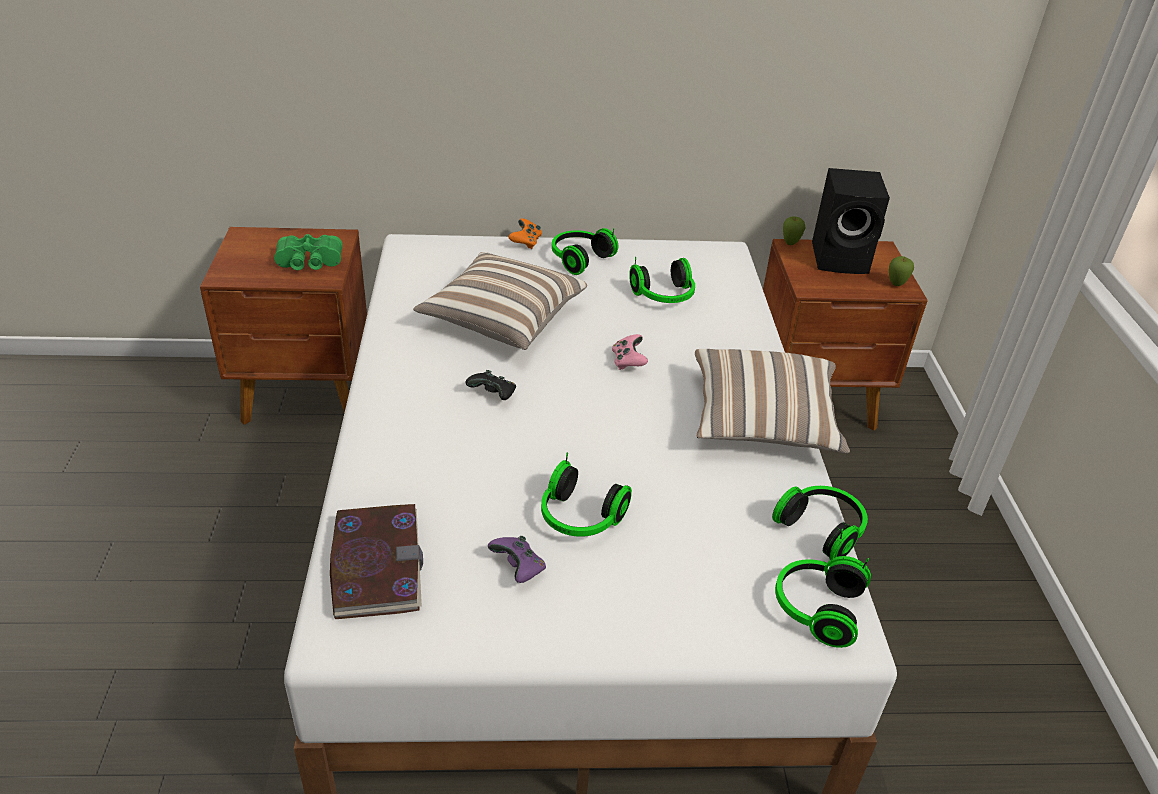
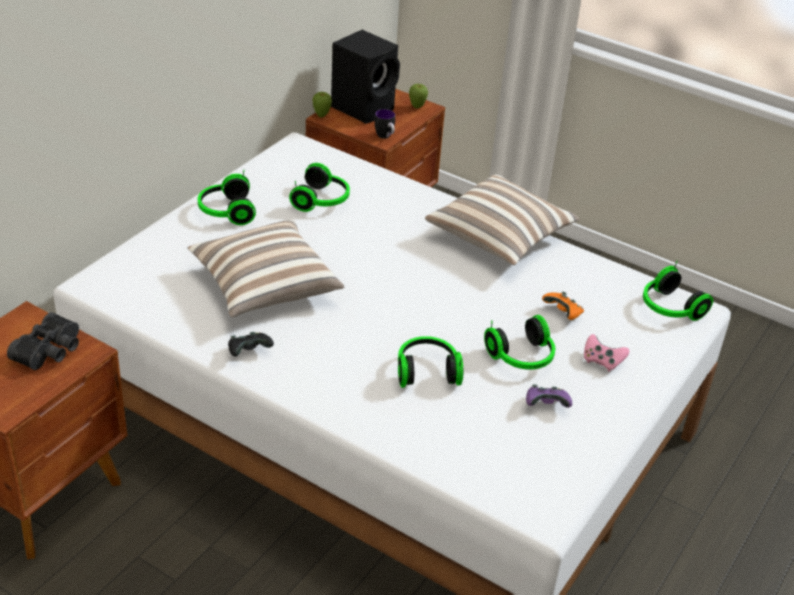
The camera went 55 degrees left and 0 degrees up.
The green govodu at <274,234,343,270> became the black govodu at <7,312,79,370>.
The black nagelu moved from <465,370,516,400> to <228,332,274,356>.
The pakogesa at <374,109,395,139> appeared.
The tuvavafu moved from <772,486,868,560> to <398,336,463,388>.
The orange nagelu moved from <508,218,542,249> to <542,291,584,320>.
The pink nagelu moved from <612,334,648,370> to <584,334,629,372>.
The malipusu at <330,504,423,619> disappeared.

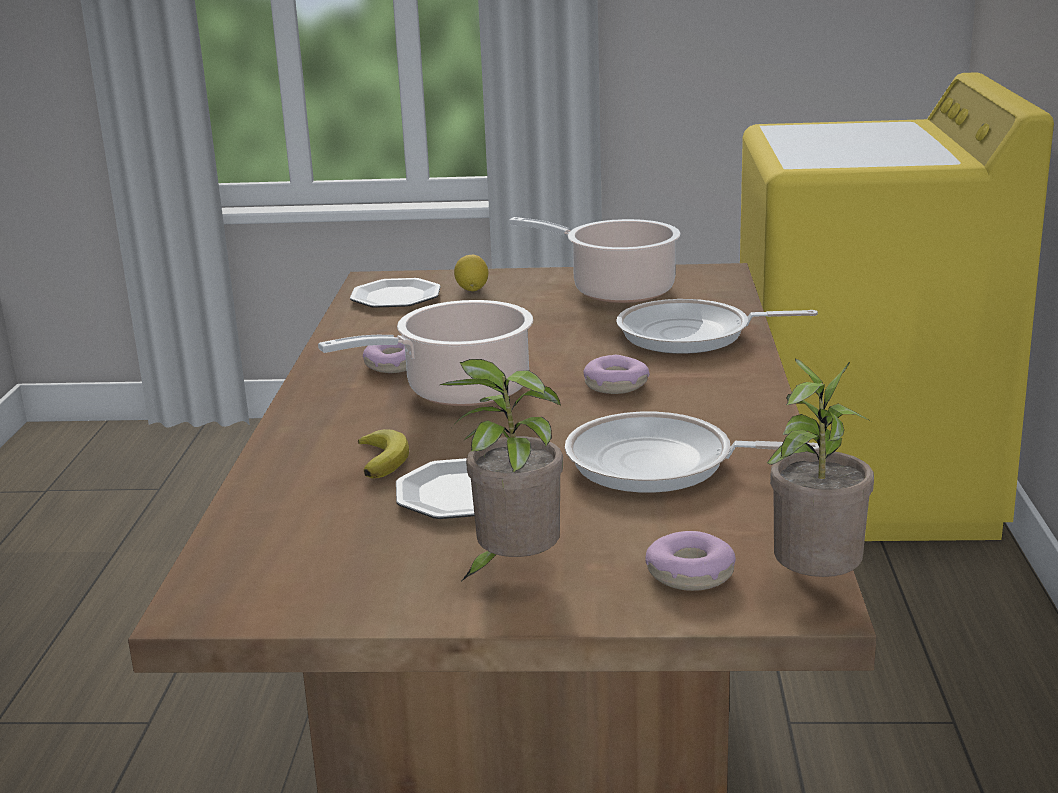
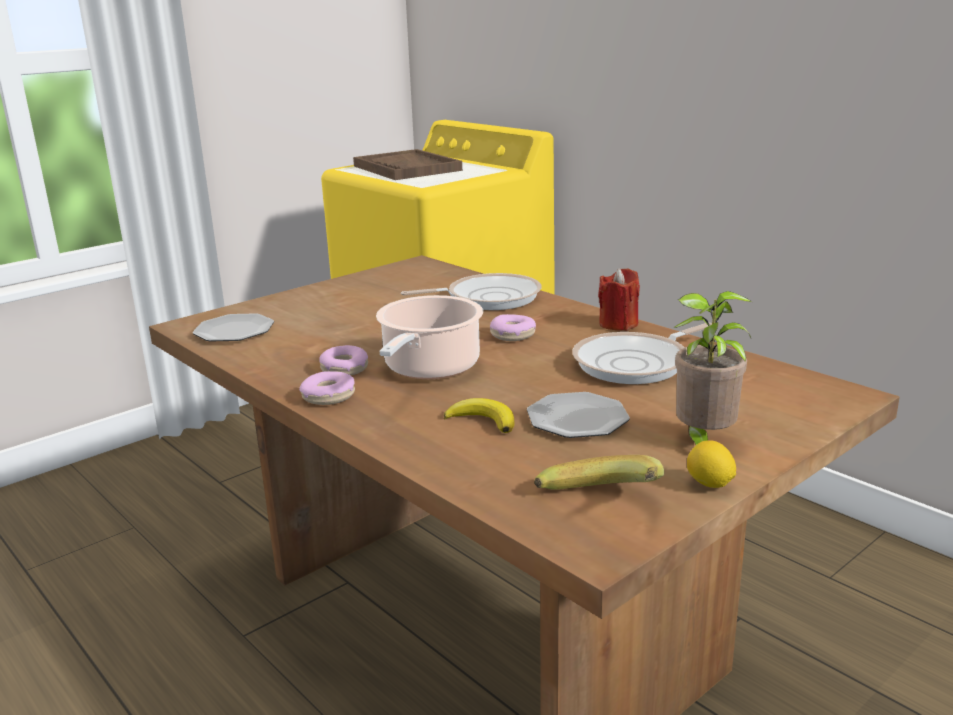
The camera went 45 degrees left and 0 degrees up.
The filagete moved from <646,531,736,591> to <299,371,355,405>.
The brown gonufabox at <353,149,462,180> appeared.
The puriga at <616,299,818,354> turned 150 degrees counterclockwise.
The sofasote at <534,455,664,490> appeared.
The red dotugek at <598,268,640,330> appeared.
The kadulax moved from <454,255,488,291> to <687,440,736,488>.
The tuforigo at <509,217,680,303> disappeared.
The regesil at <767,359,874,577> disappeared.

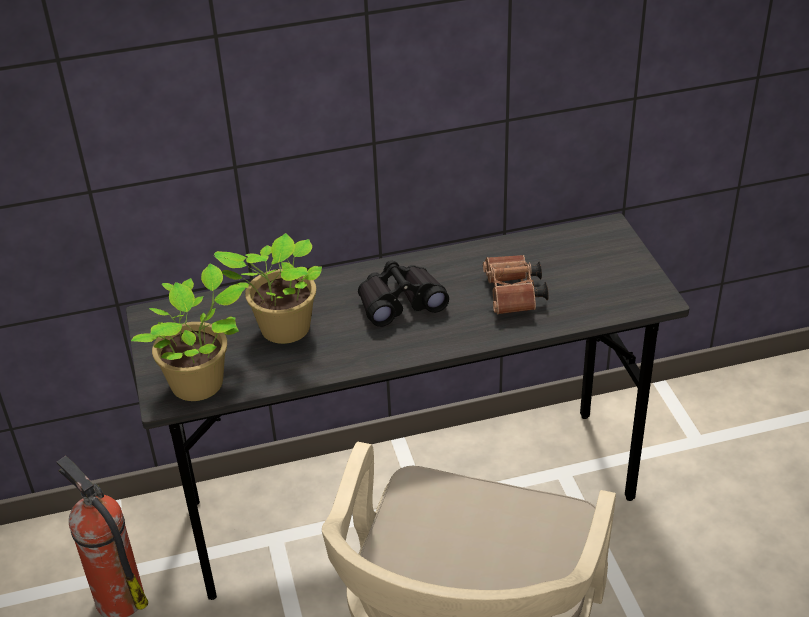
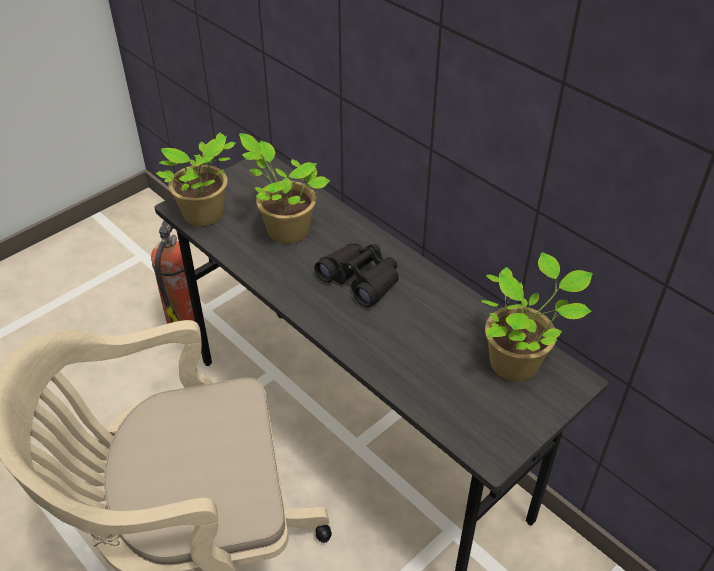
The camera went 60 degrees right and 5 degrees up.
The regesil at <481,252,593,381> appeared.
The brown govodu at <483,255,549,315> disappeared.

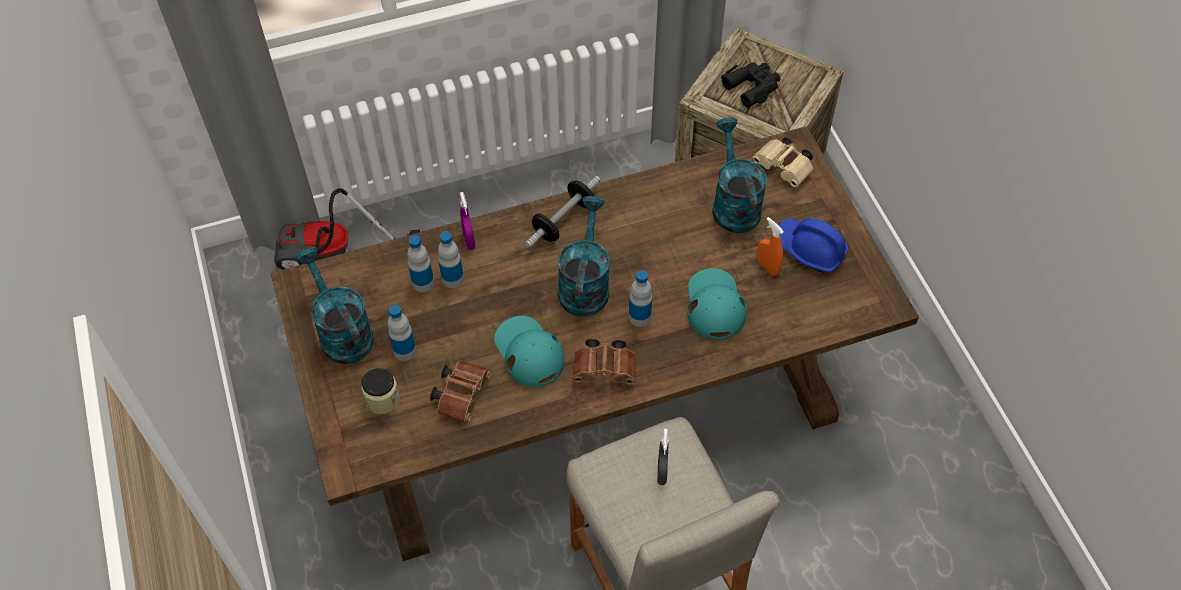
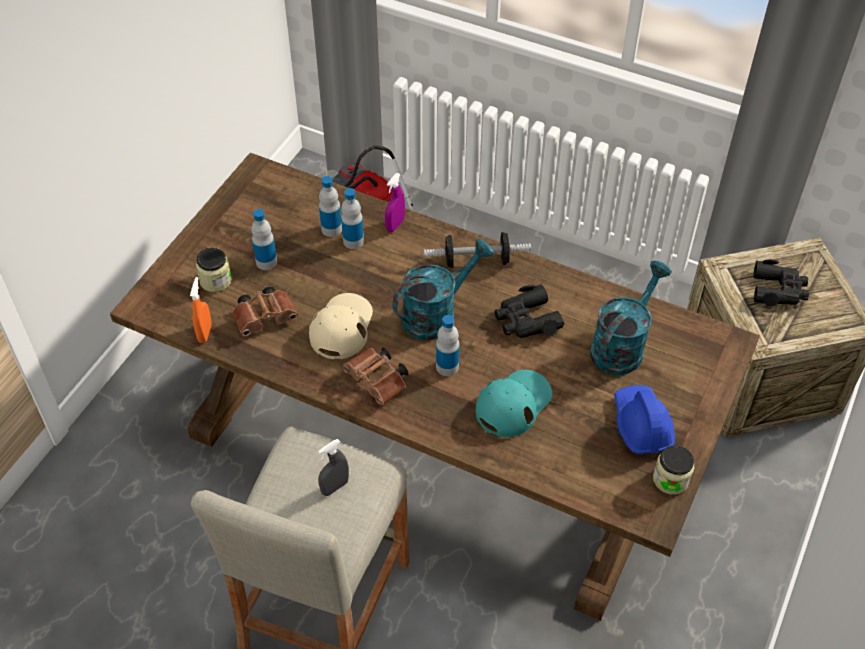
The camera went 45 degrees right and 5 degrees down.
The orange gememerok moved from <757,217,784,276> to <190,277,212,343>.
The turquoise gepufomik at <494,316,565,387> became the beige gepufomik at <309,293,373,359>.
The black govodu at <494,284,565,338> appeared.
The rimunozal at <653,445,694,495> appeared.
The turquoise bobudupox at <296,247,374,364> disappeared.
The beige govodu at <753,137,814,187> disappeared.

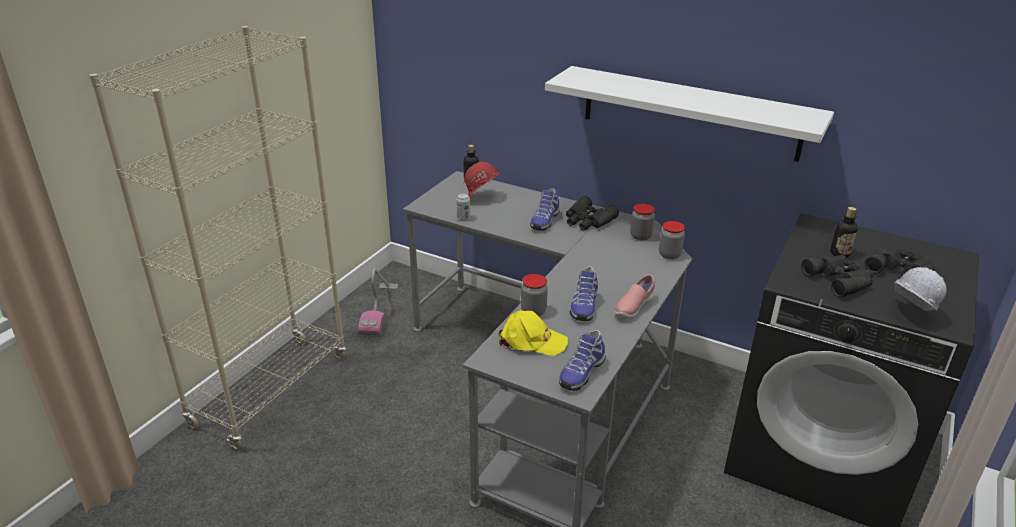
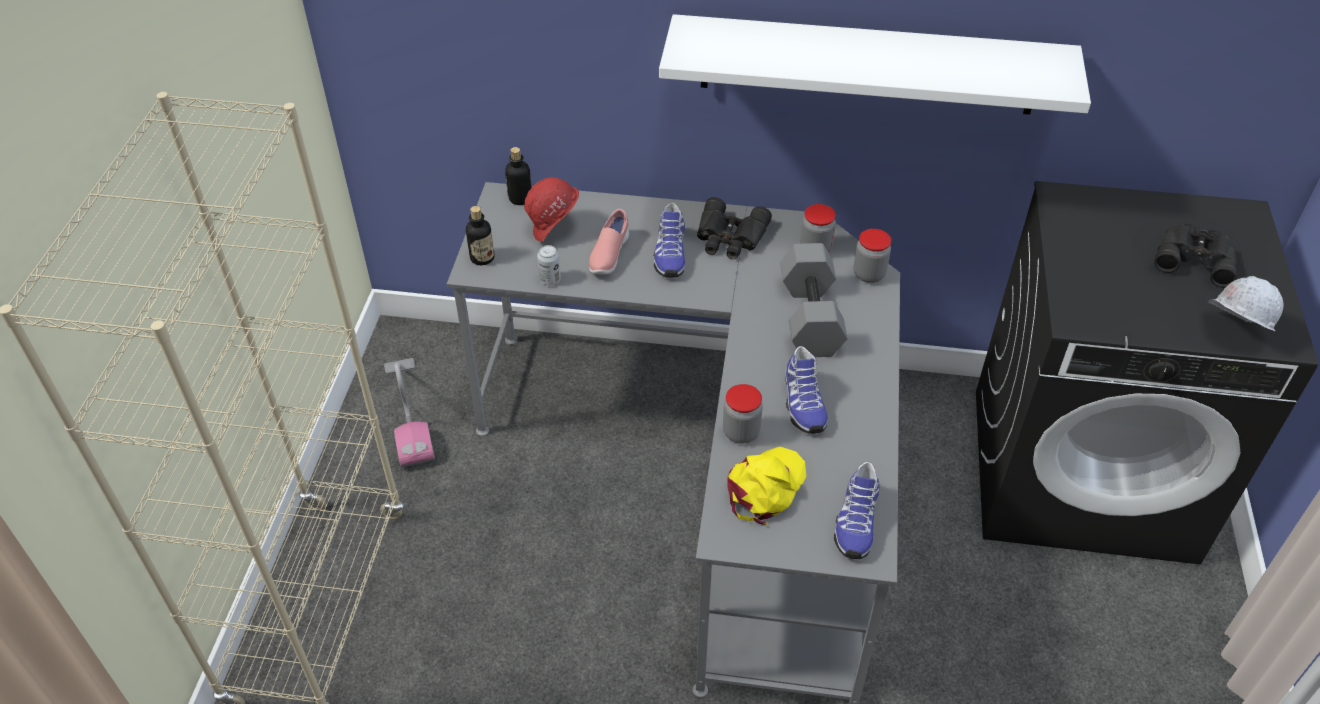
The camera went 20 degrees left and 15 degrees up.
The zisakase moved from <830,207,858,258> to <466,206,494,265>.
The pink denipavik moved from <615,274,655,319> to <589,209,629,275>.
The yellow gepufomik at <498,311,568,356> turned 45 degrees counterclockwise.
The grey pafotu at <780,243,848,357> appeared.
The black govodu at <801,255,873,298> disappeared.

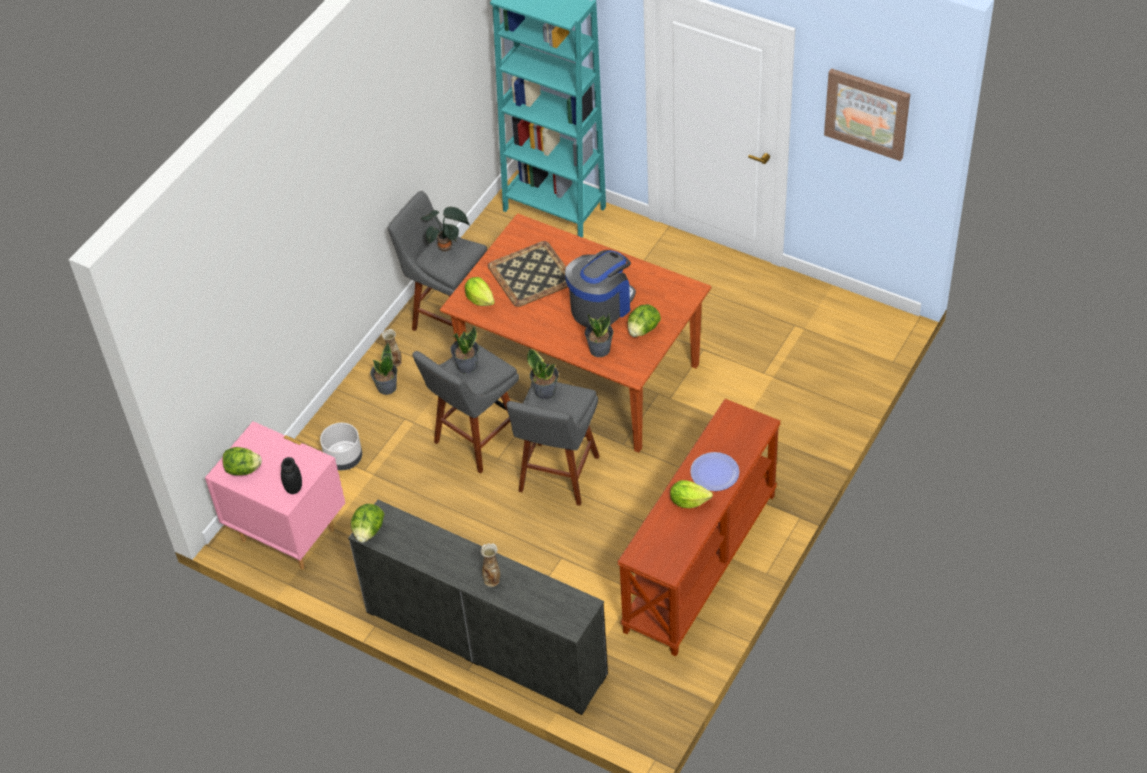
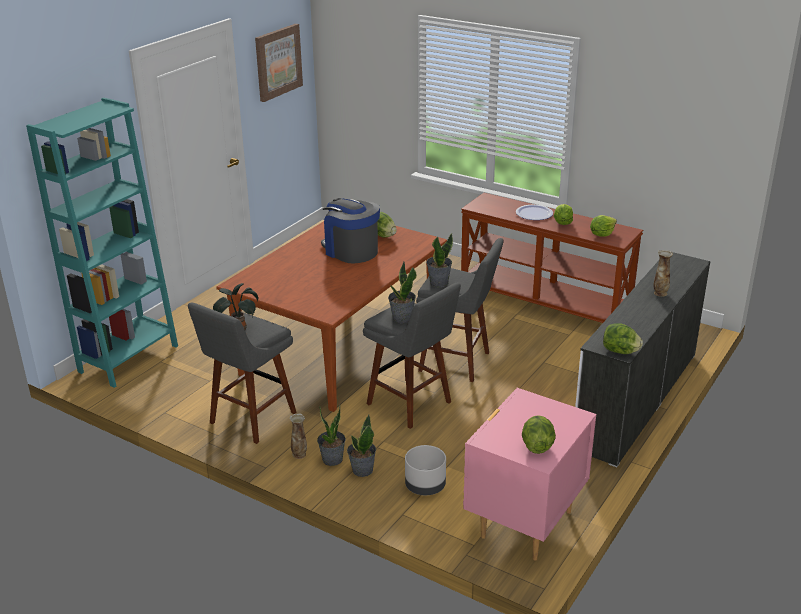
The camera went 90 degrees left and 20 degrees down.
The regesil moved from <585,313,613,357> to <347,415,376,477>.
The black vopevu at <348,500,608,715> became the white vopevu at <575,252,711,467>.
The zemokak moved from <465,277,495,306> to <590,215,617,237>.
The black rimunozal at <281,457,302,494> disappeared.
The gonufabox at <488,241,568,307> disappeared.

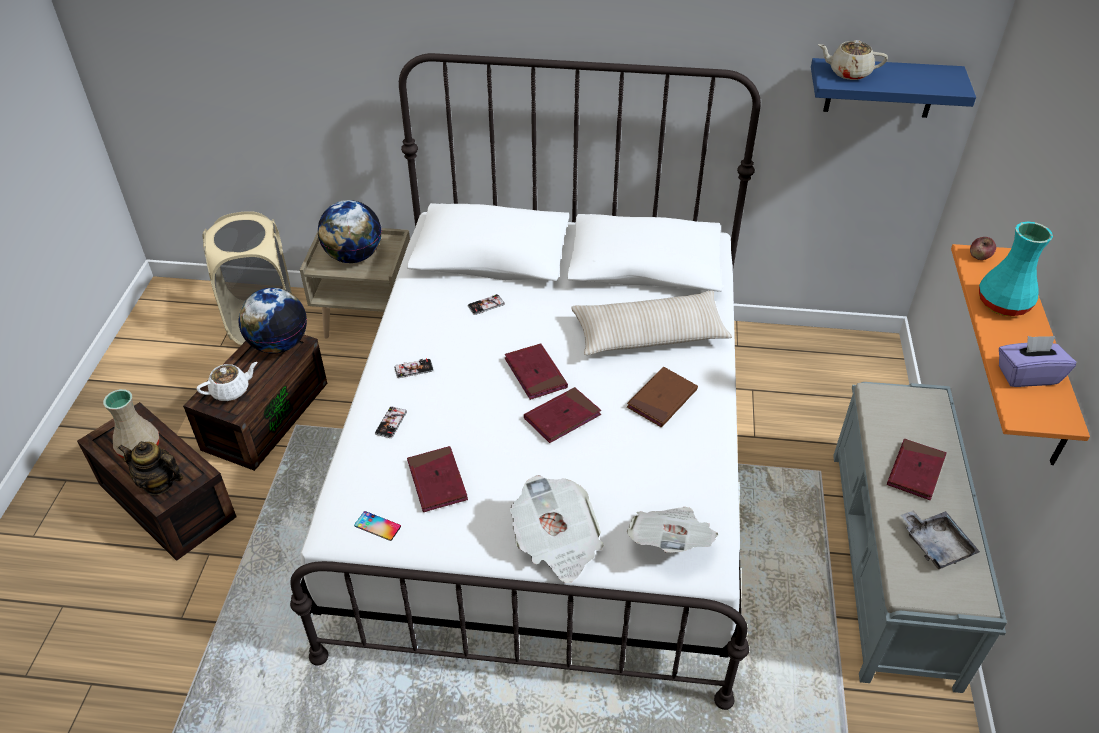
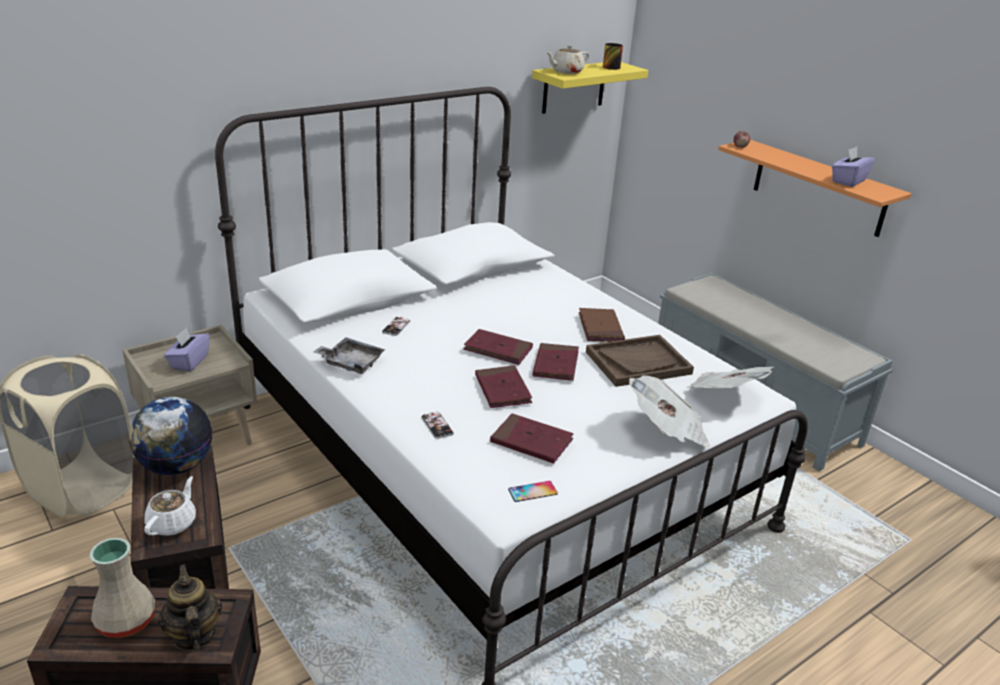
The camera went 45 degrees left and 15 degrees down.
The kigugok at <117,441,183,495> turned 90 degrees clockwise.
The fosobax at <318,200,381,263> was replaced by the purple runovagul at <164,328,210,371>.
The grey gonufabox moved from <901,510,980,569> to <313,337,385,374>.
The red malipusu moved from <887,439,947,500> to <475,365,532,408>.
The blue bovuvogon at <811,58,976,118> became the yellow bovuvogon at <532,62,648,114>.
The brown gonufabox at <586,335,694,387> appeared.
The pakogesa at <603,43,623,70> appeared.
The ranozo at <394,358,434,378> disappeared.
The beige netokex at <571,291,732,355> disappeared.
The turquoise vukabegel at <979,222,1053,316> disappeared.

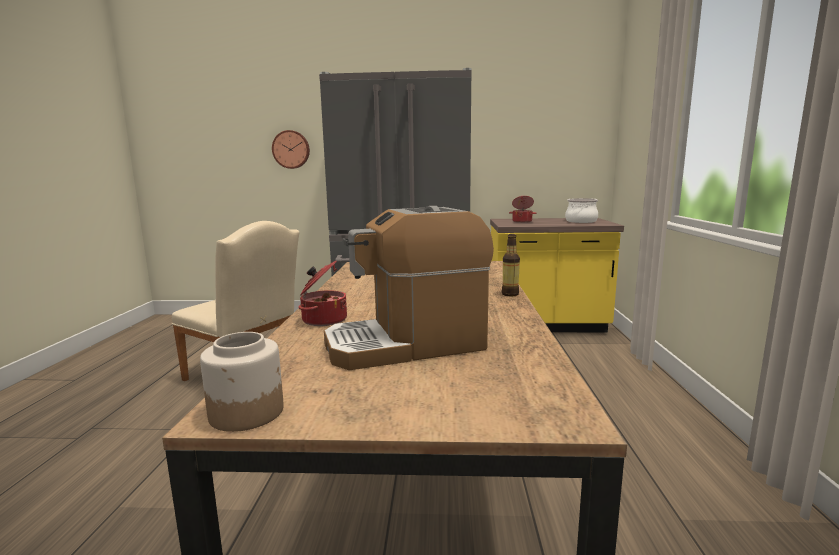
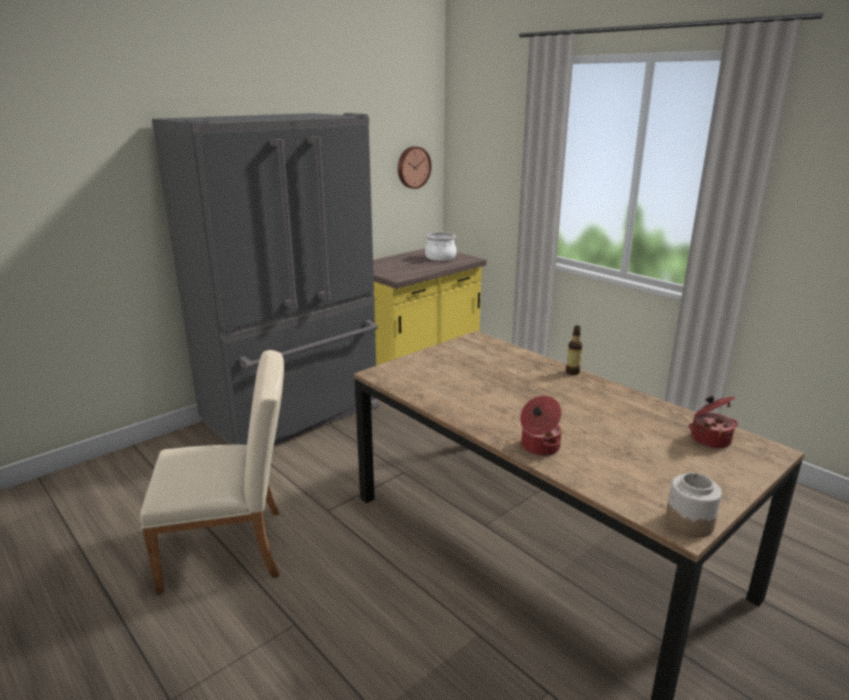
The camera went 45 degrees left and 10 degrees up.
The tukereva moved from <272,130,310,169> to <398,146,432,189>.
The tuforigo moved from <509,196,536,223> to <688,396,738,449>.
The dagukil at <324,206,494,370> disappeared.

